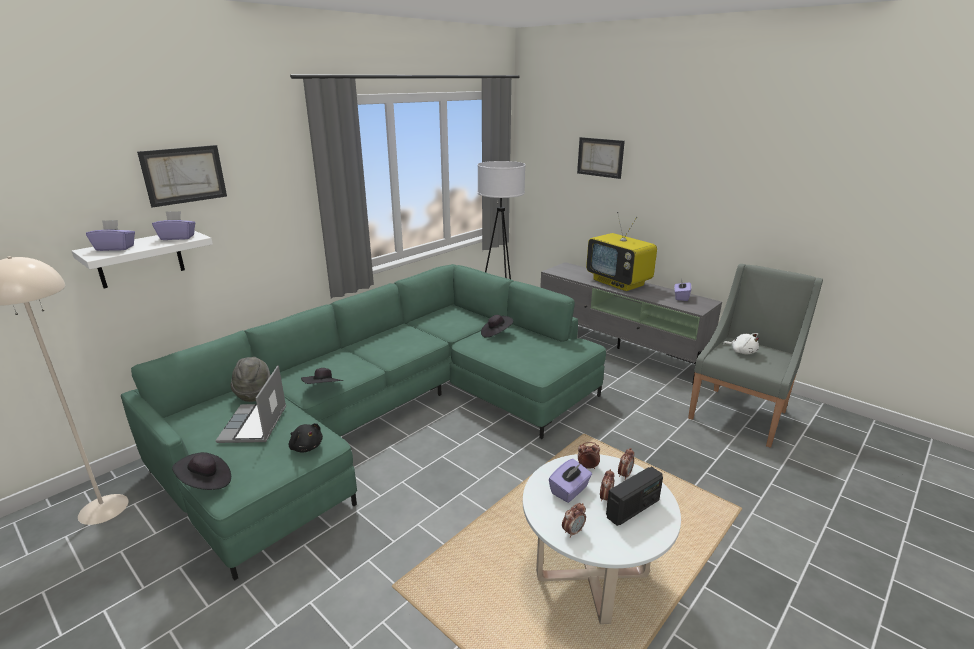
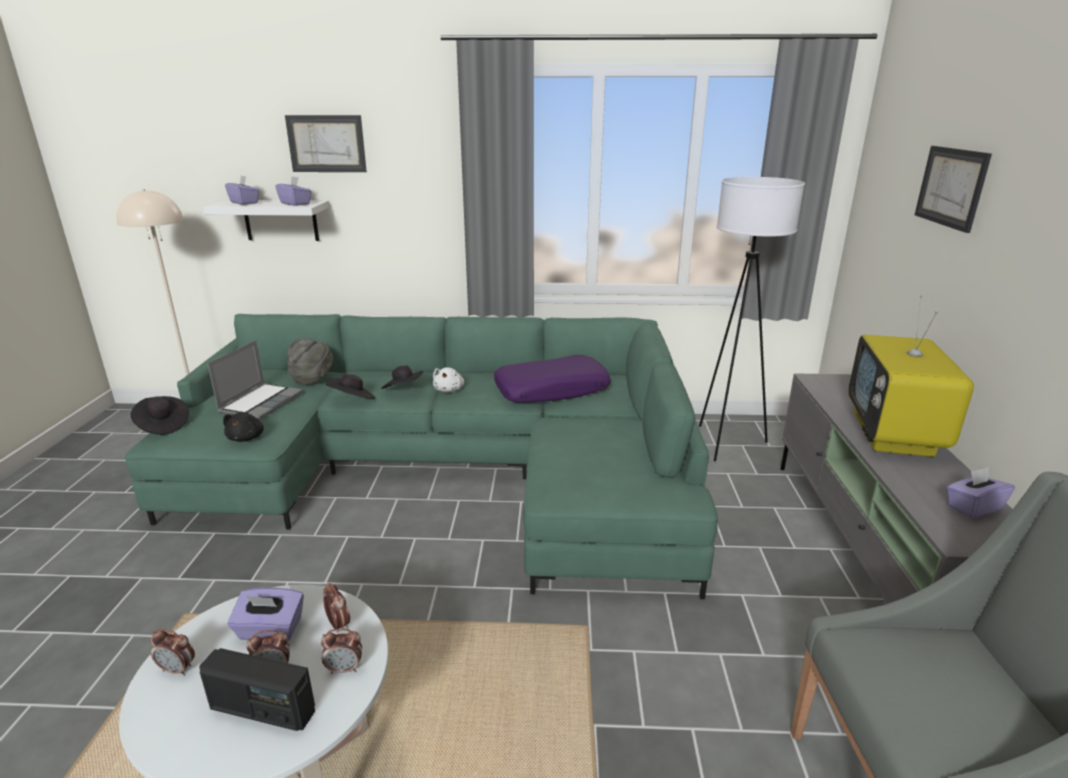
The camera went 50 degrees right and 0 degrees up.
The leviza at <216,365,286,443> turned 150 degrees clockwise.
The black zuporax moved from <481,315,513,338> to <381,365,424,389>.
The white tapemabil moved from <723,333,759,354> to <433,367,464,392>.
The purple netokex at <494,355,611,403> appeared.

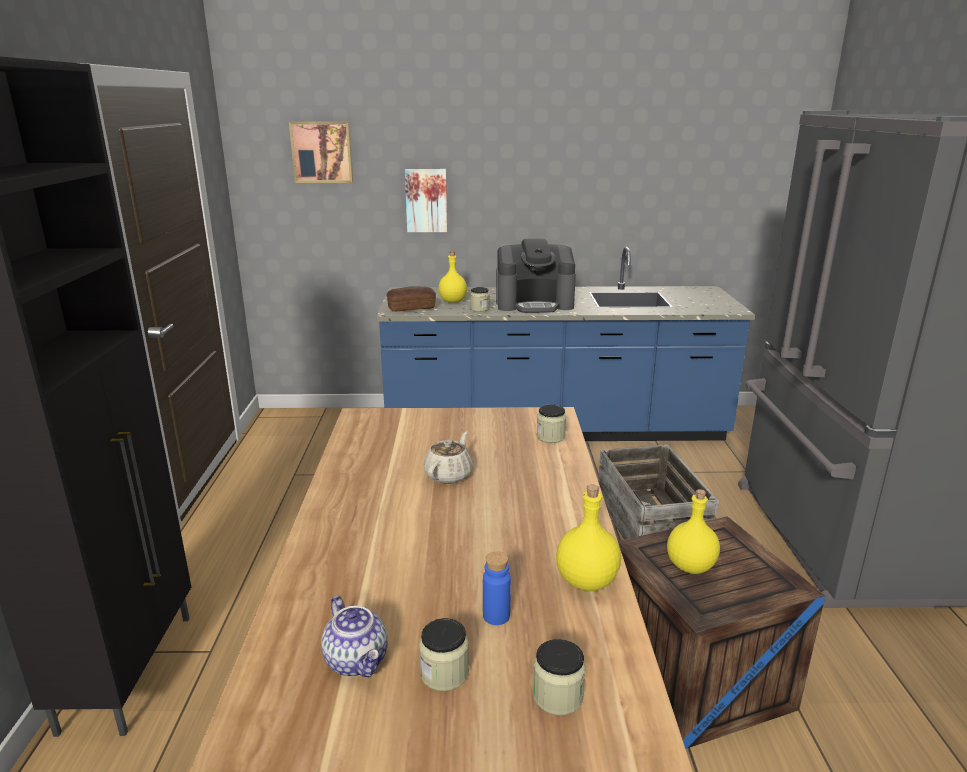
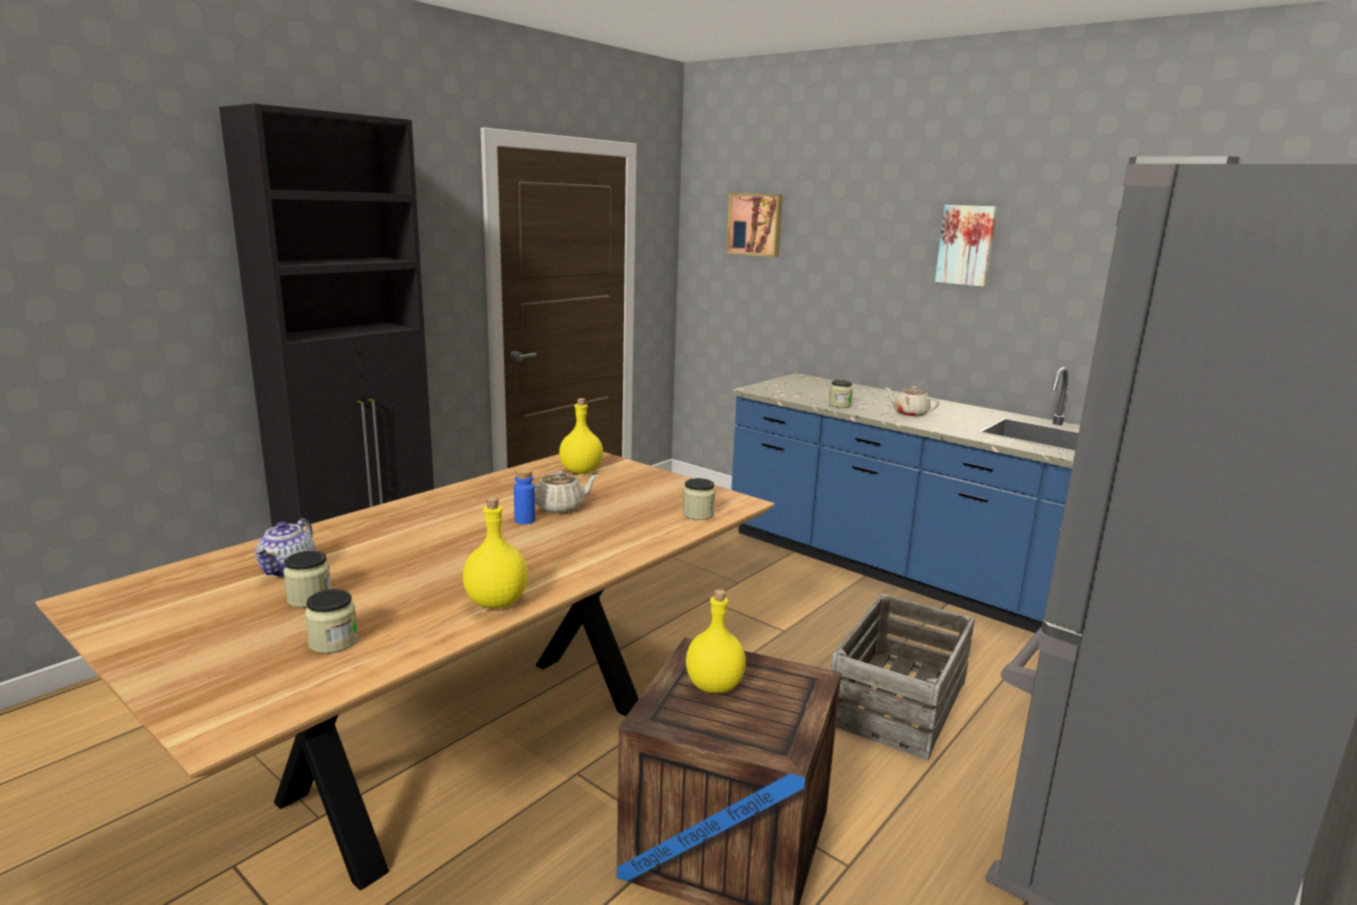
The camera went 40 degrees right and 5 degrees down.
The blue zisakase moved from <483,552,511,625> to <514,468,535,524>.
The yellow zisakase moved from <439,251,467,303> to <559,398,603,474>.
The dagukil at <496,239,576,313> was replaced by the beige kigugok at <886,386,939,417>.
The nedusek moved from <405,169,447,232> to <935,205,997,287>.
The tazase at <387,287,436,311> disappeared.

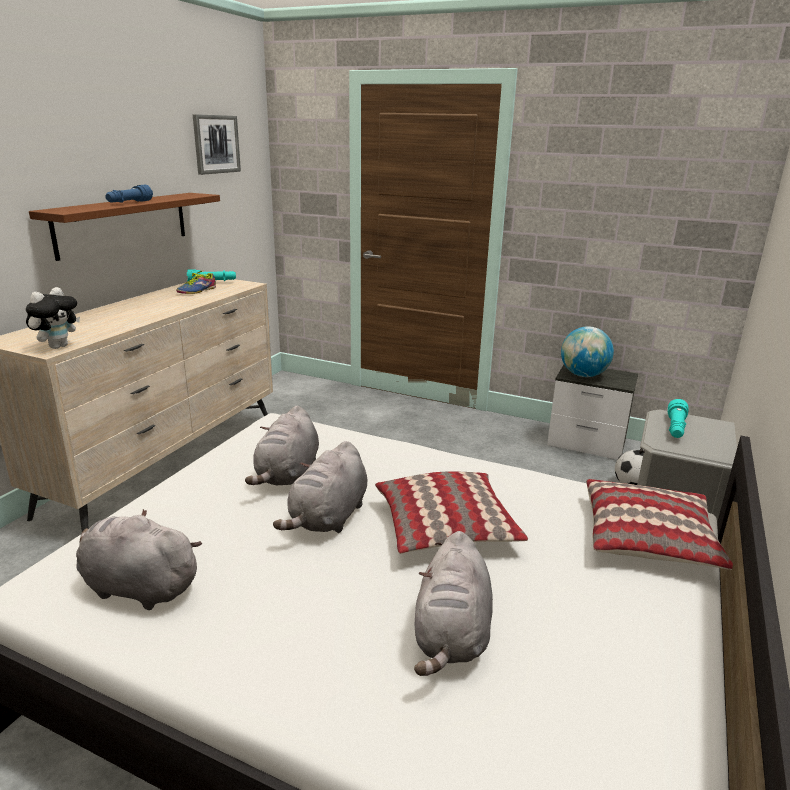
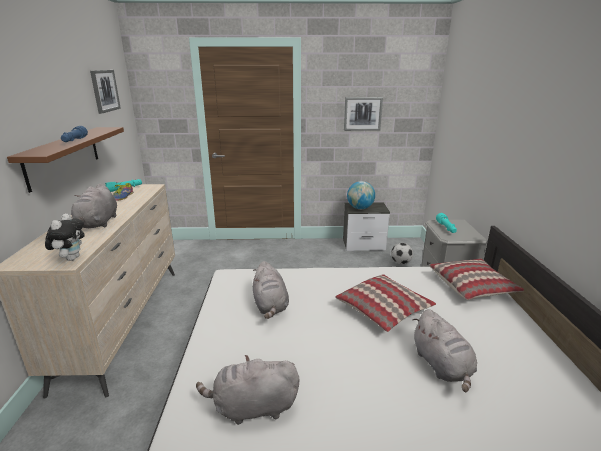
The camera went 25 degrees left and 0 degrees up.
The grey tapemabil moved from <273,441,367,533> to <71,184,117,228>.
The nedusek at <344,97,383,131> appeared.

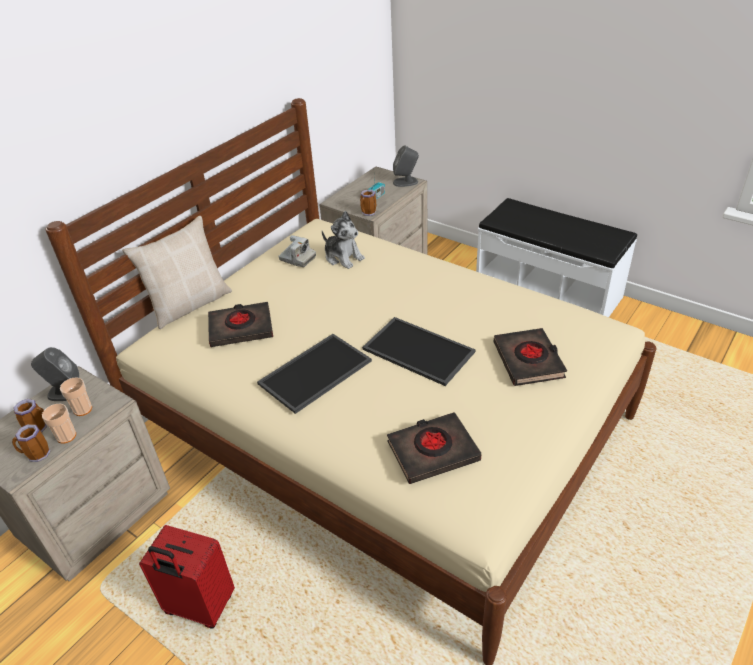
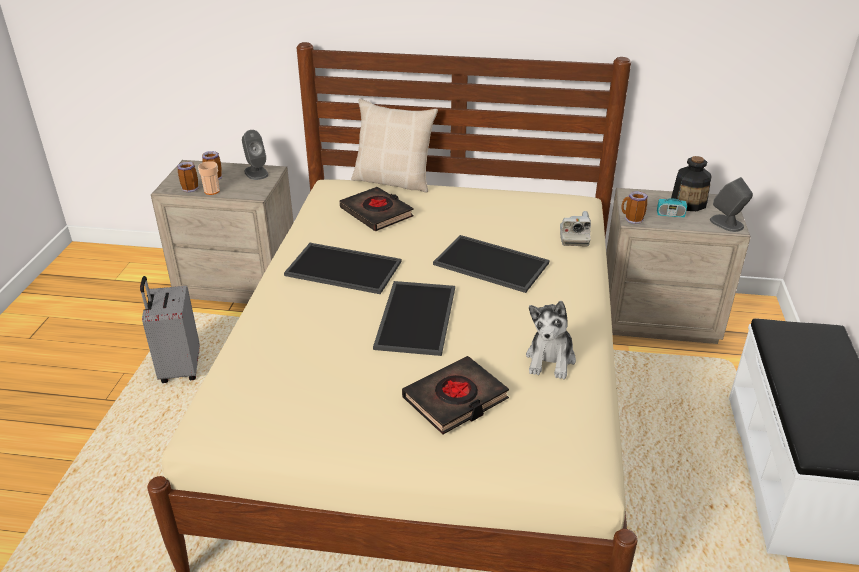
The camera went 60 degrees right and 5 degrees down.
The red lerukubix at <139,525,235,629> became the grey lerukubix at <140,276,200,383>.
The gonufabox at <433,235,550,293> appeared.
The tapemabil moved from <322,211,365,269> to <526,301,576,380>.
The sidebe moved from <278,235,316,267> to <560,211,591,246>.
The zisakase at <671,156,712,211> appeared.
The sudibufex at <60,377,92,416> disappeared.
The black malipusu at <387,412,481,484> disappeared.

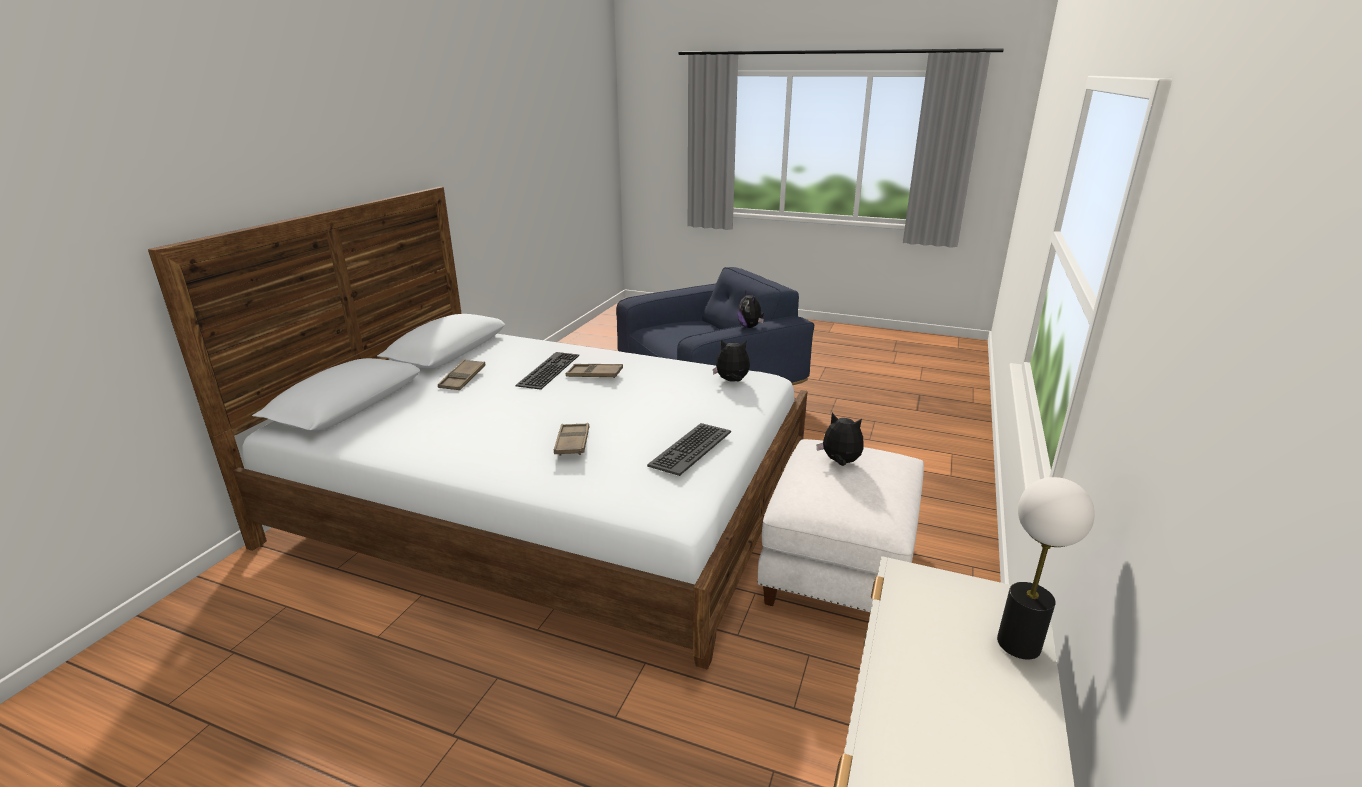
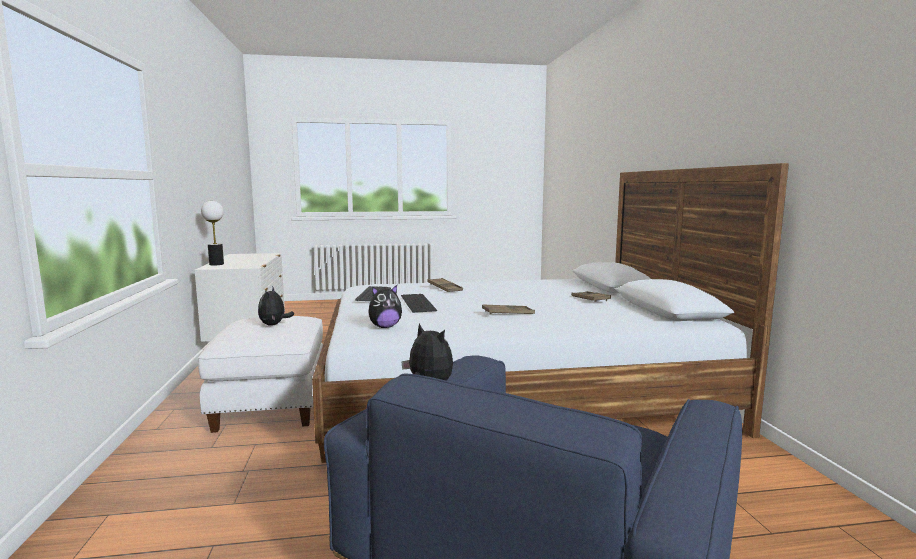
The camera went 150 degrees right and 15 degrees down.
The tapemabil at <817,413,864,466> turned 90 degrees clockwise.
The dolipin moved from <515,352,579,390> to <401,294,437,313>.

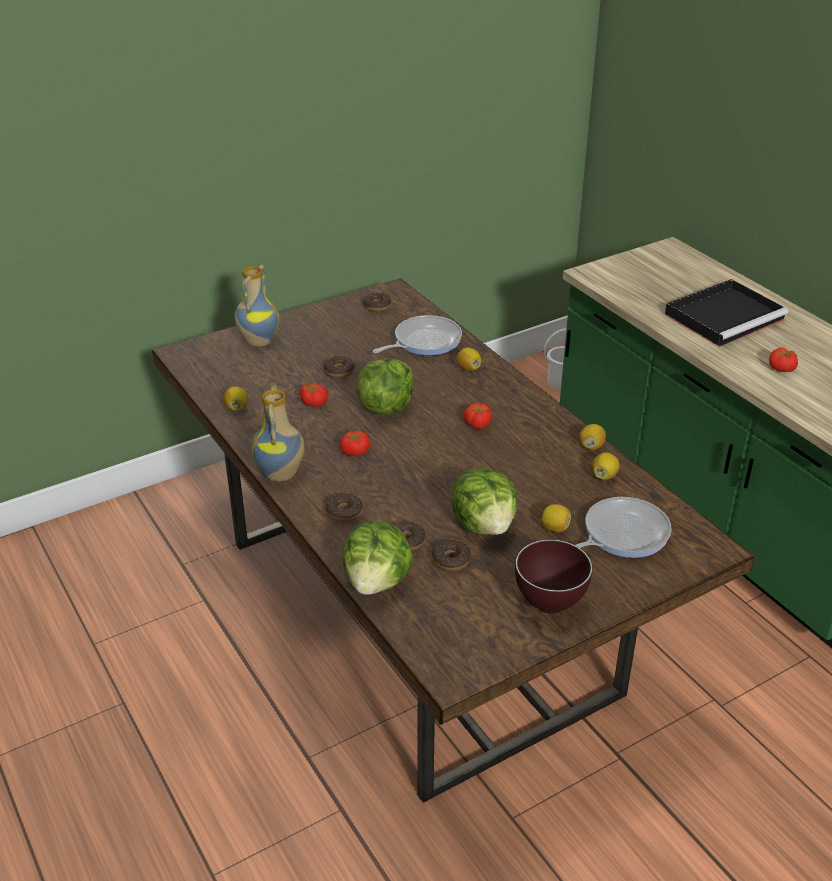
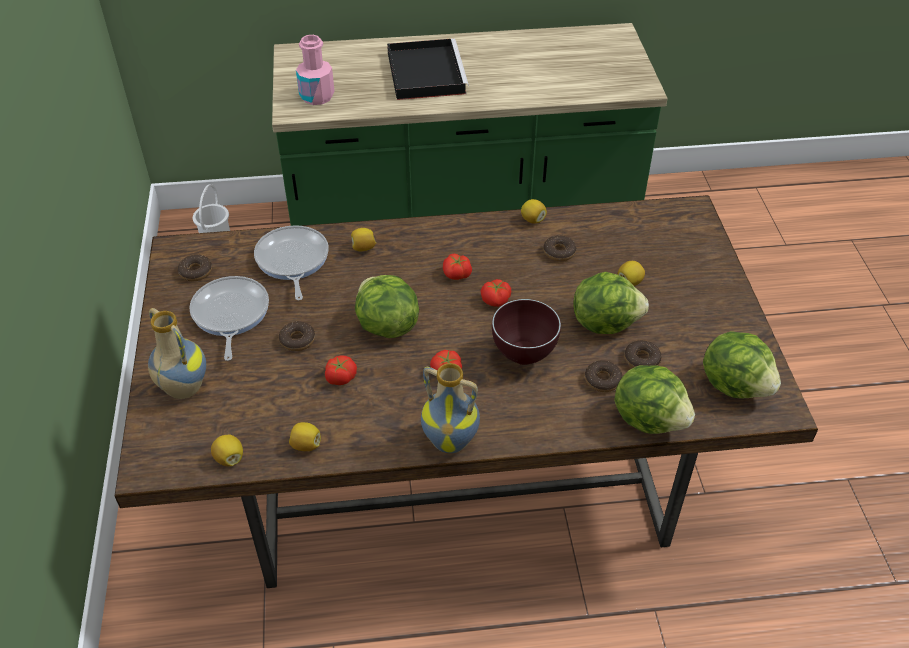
The camera went 65 degrees left and 10 degrees up.
The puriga moved from <575,497,672,558> to <189,276,269,361>.
The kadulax moved from <592,452,619,480> to <211,435,243,466>.
The pink zisakase at <296,35,335,105> appeared.
The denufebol moved from <769,347,798,372> to <480,279,511,307>.
The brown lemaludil moved from <515,540,593,614> to <492,299,561,365>.
The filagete moved from <326,493,363,522> to <543,235,576,261>.
The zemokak at <703,331,781,398> appeared.

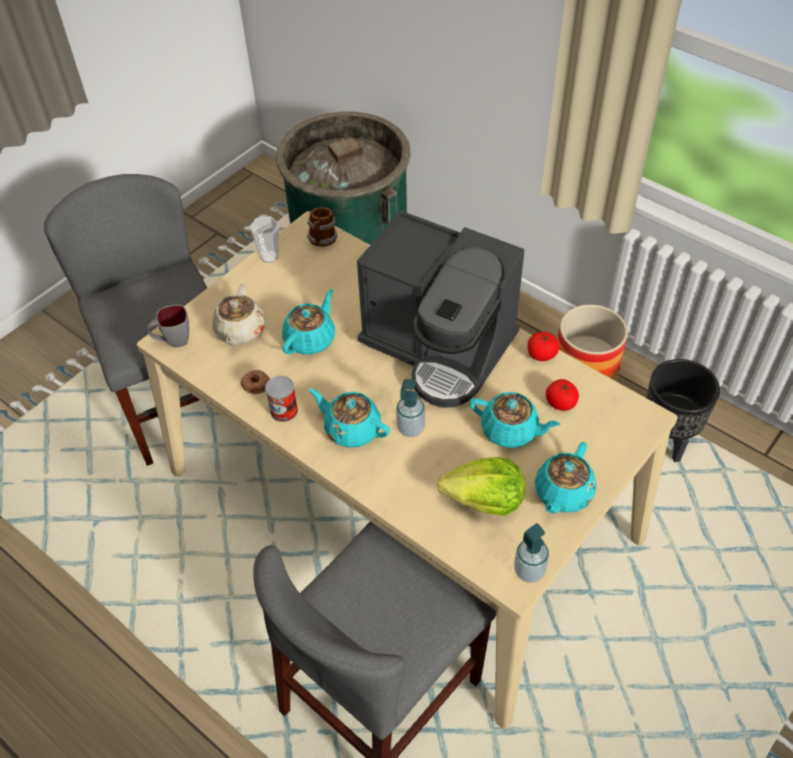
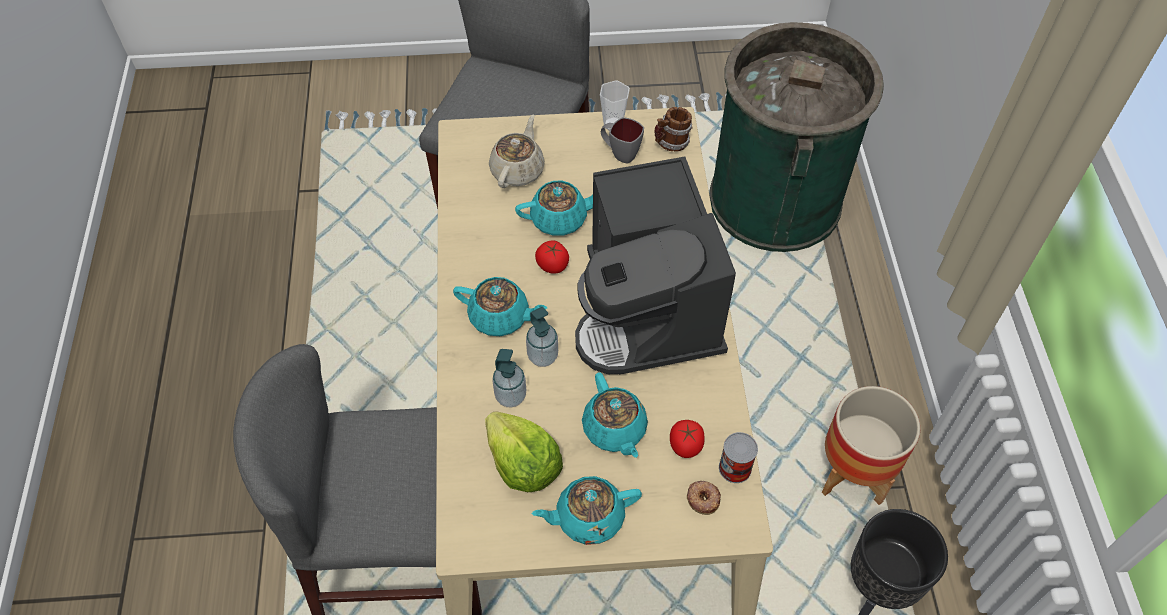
The camera went 45 degrees right and 5 degrees up.
The turquoise kigugok at <309,389,390,448> turned 120 degrees clockwise.
The beige kigugok at <212,284,265,346> turned 150 degrees clockwise.
The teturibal moved from <514,523,549,583> to <492,349,526,408>.
The denufebol moved from <528,332,559,361> to <535,240,569,274>.
The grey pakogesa moved from <147,305,189,347> to <601,117,644,164>.
The filagete moved from <240,370,270,394> to <687,481,721,515>.
The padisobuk moved from <265,376,298,422> to <719,432,758,483>.

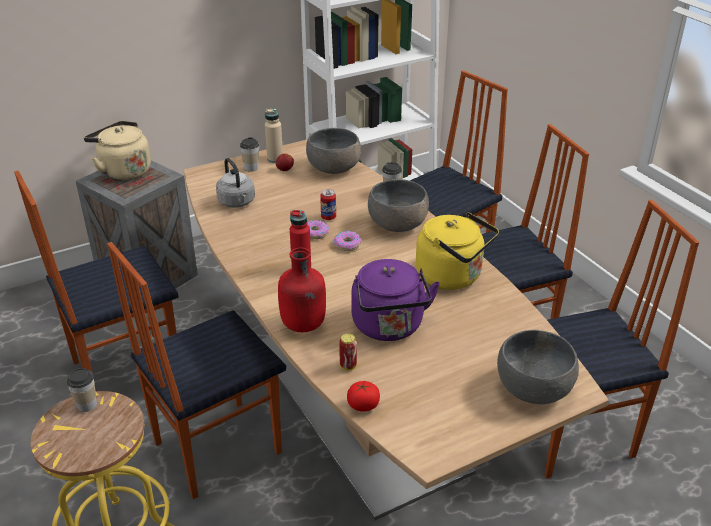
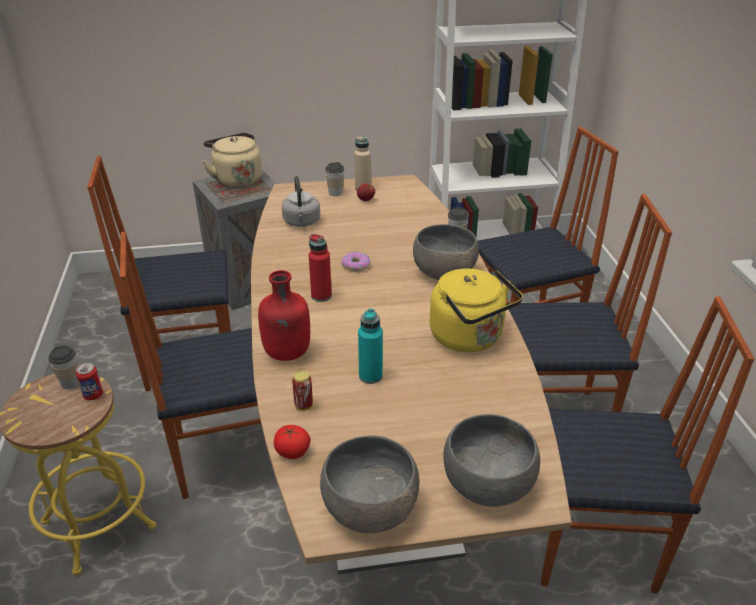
The camera went 20 degrees right and 0 degrees up.
The padisobuk moved from <320,189,336,220> to <76,363,103,401>.
The grey lemaludil moved from <306,128,361,174> to <320,435,419,533>.
The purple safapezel at <351,259,440,341> was replaced by the turquoise zisakase at <358,309,383,384>.
The filagete at <334,230,361,251> disappeared.

